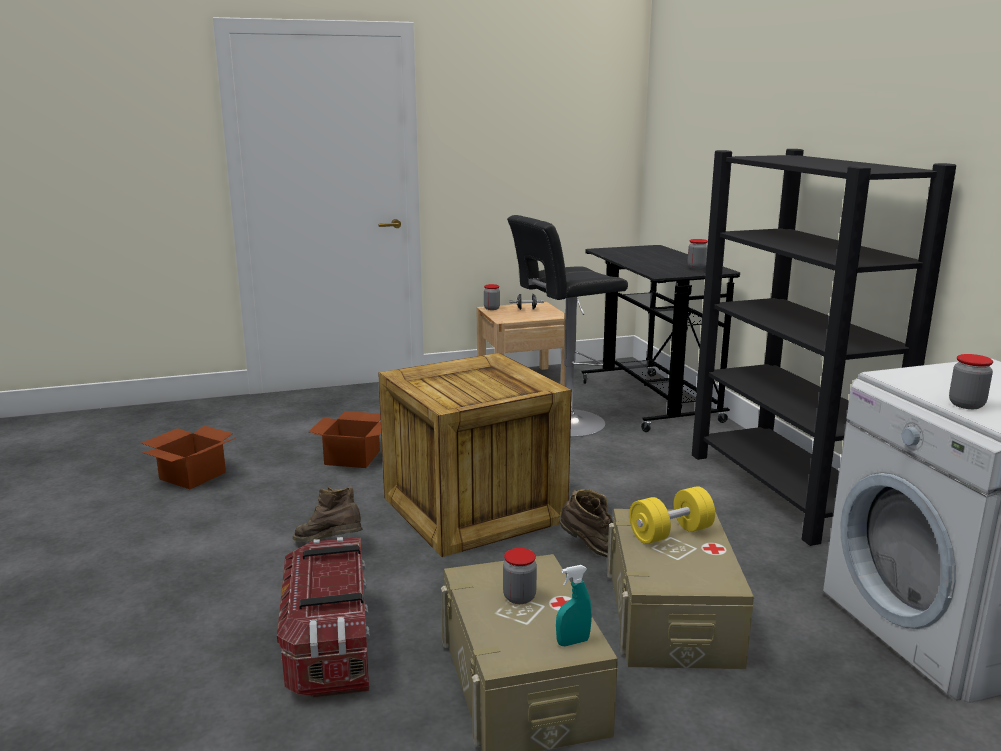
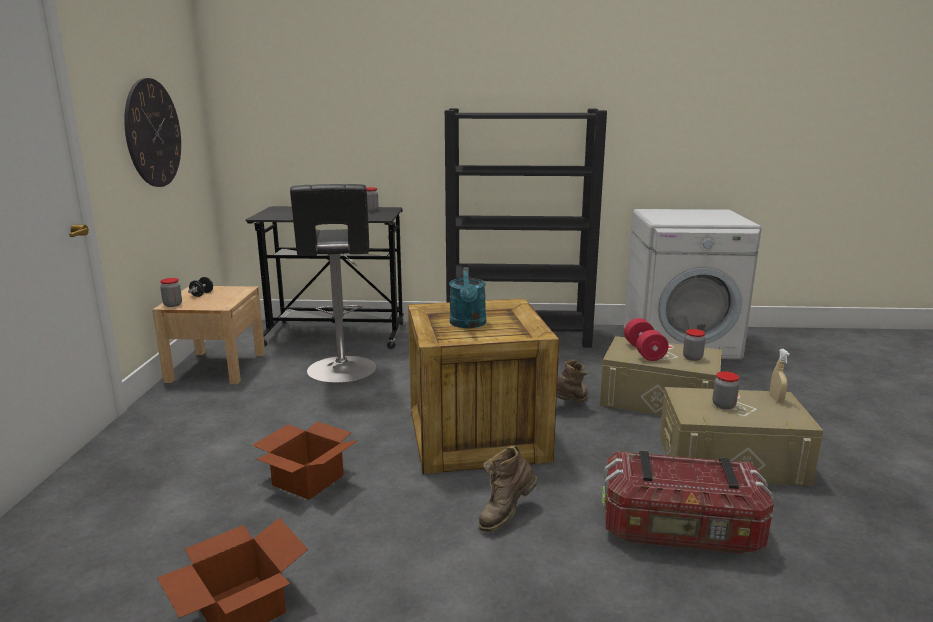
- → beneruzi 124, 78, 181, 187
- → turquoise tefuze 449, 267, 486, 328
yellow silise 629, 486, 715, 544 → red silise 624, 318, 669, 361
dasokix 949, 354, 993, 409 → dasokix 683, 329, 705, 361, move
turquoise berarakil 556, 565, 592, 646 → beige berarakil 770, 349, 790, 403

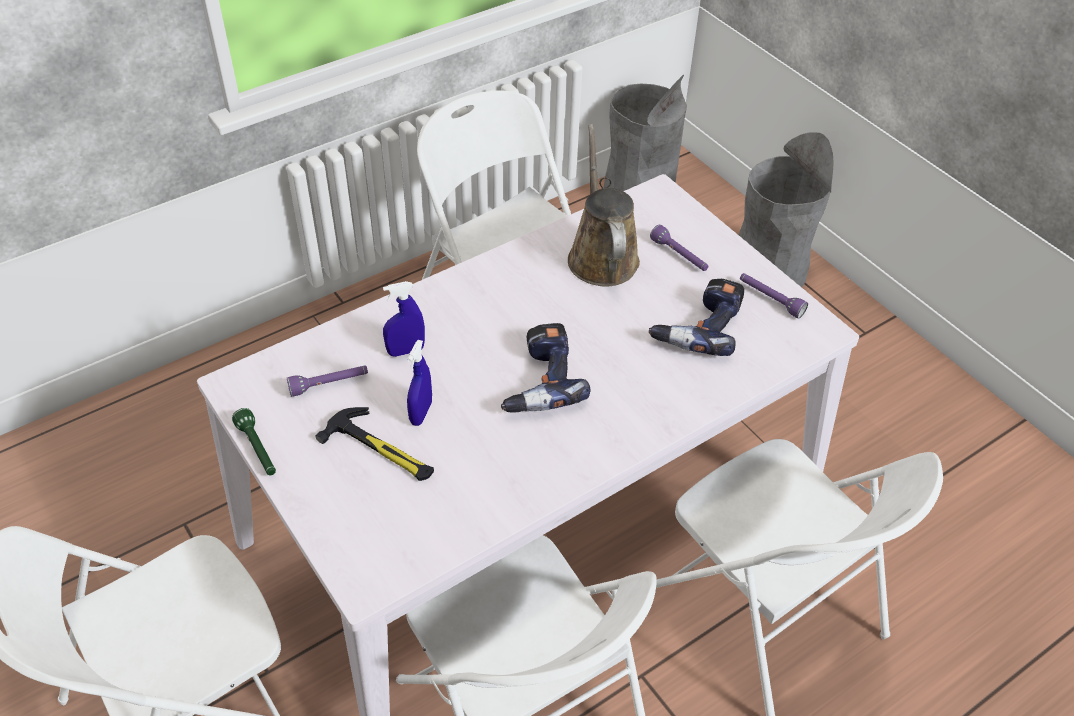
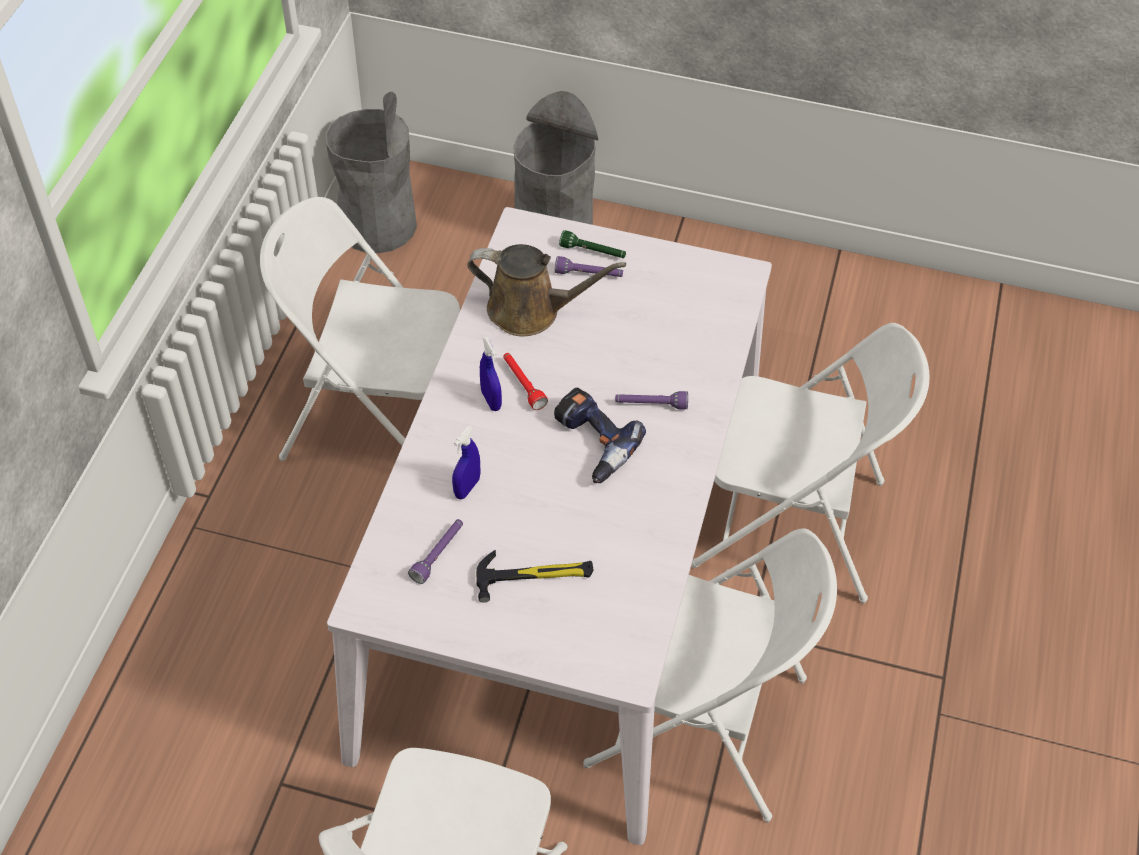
brown tefuze 568, 124, 640, 287 → brown tefuze 467, 244, 626, 336, 150 degrees clockwise
blue berarakil 407, 340, 432, 426 → blue berarakil 480, 337, 502, 411, move
- → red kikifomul 503, 353, 548, 410
green kikifomul 232, 408, 276, 476 → green kikifomul 559, 230, 626, 258, move
purple kikifomul 740, 273, 808, 318 → purple kikifomul 615, 391, 688, 410, move
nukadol 649, 279, 744, 356 → -

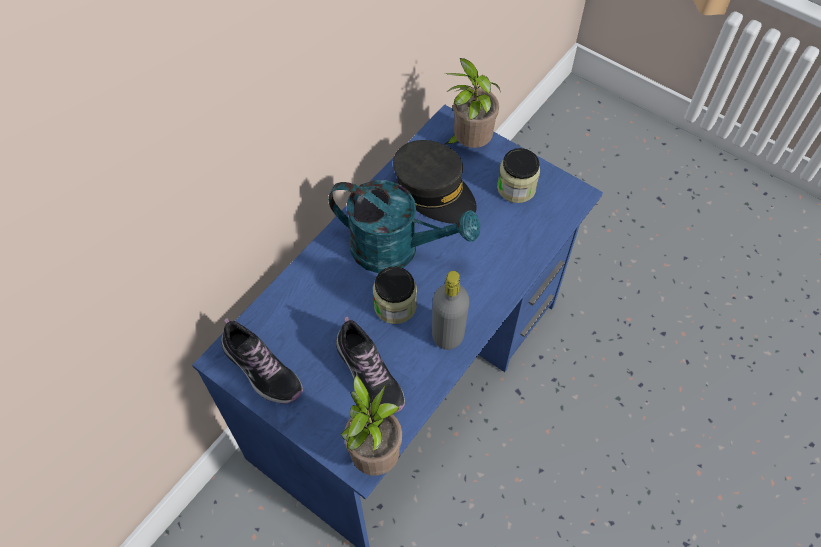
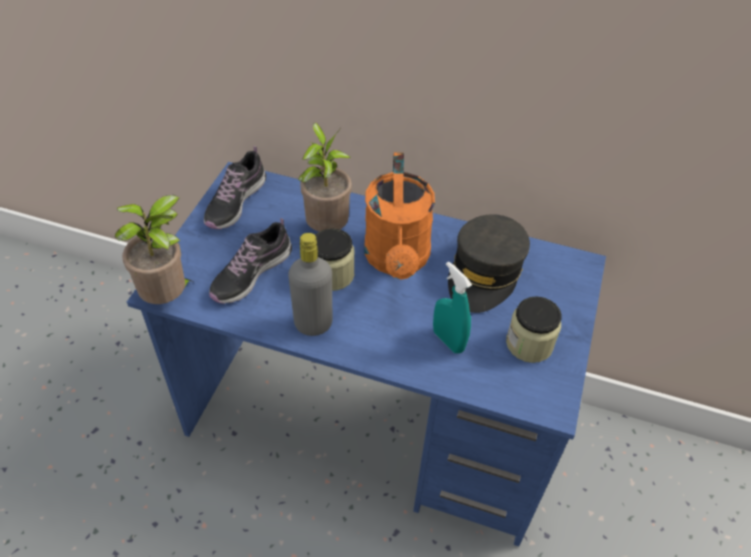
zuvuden 445, 58, 500, 148 → zuvuden 298, 123, 352, 232, move
turquoise tefuze 328, 180, 480, 273 → orange tefuze 364, 152, 435, 280
- → turquoise berarakil 433, 261, 472, 353

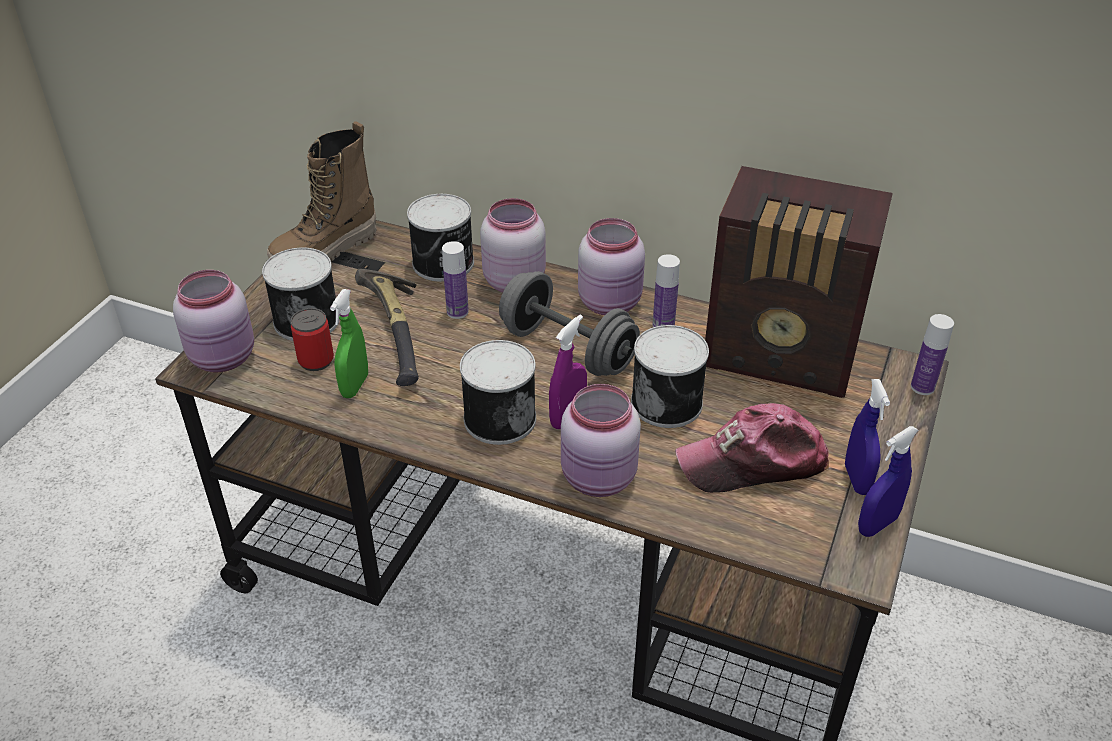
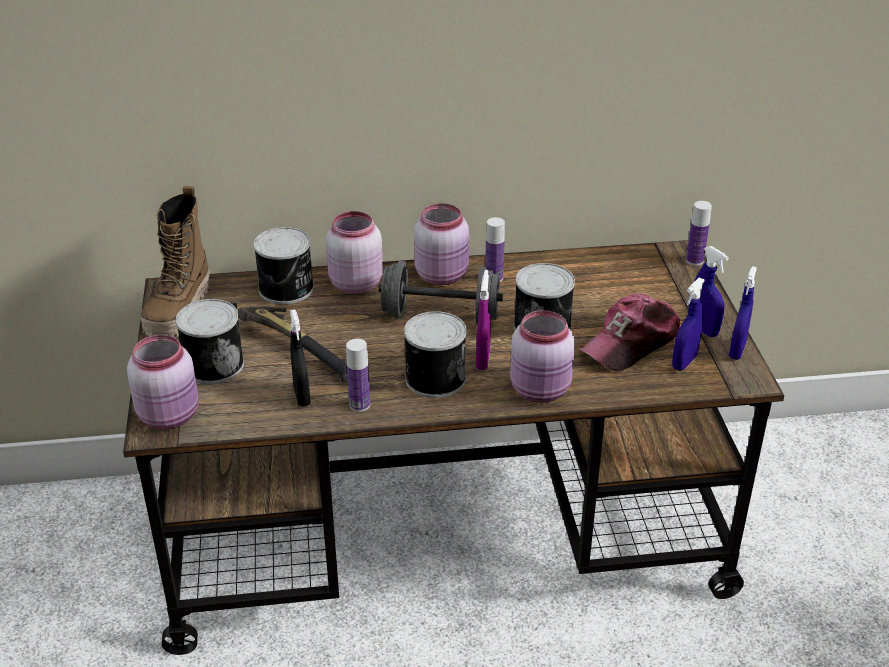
green berarakil 330, 289, 368, 398 → black berarakil 290, 309, 311, 407
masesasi 442, 241, 469, 319 → masesasi 346, 339, 370, 412, move
- → blue berarakil 672, 278, 705, 371
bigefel 291, 308, 334, 371 → -
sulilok 705, 166, 893, 398 → -

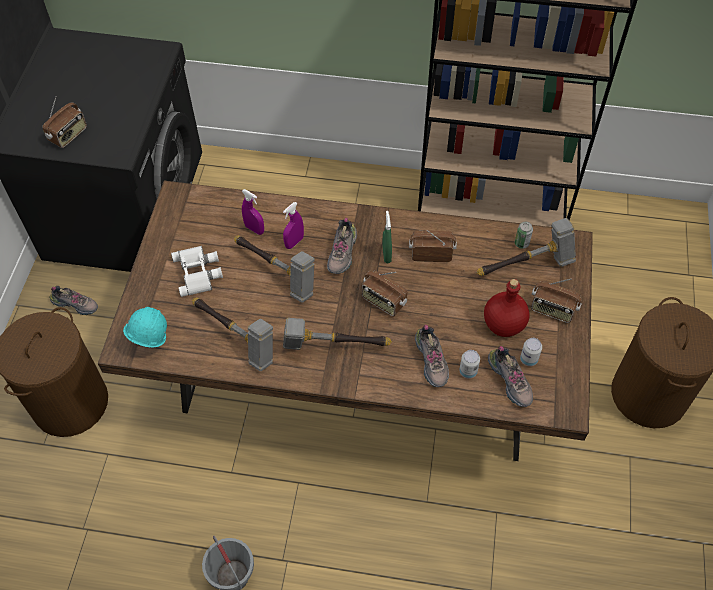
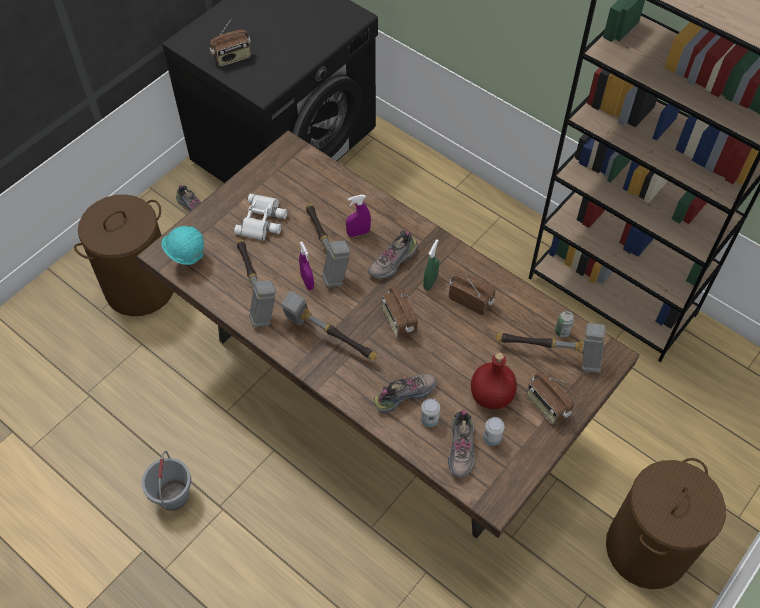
purple berarakil 242, 189, 264, 235 → purple berarakil 299, 241, 314, 290, move
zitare 415, 325, 449, 387 → zitare 373, 374, 437, 413, 135 degrees counterclockwise

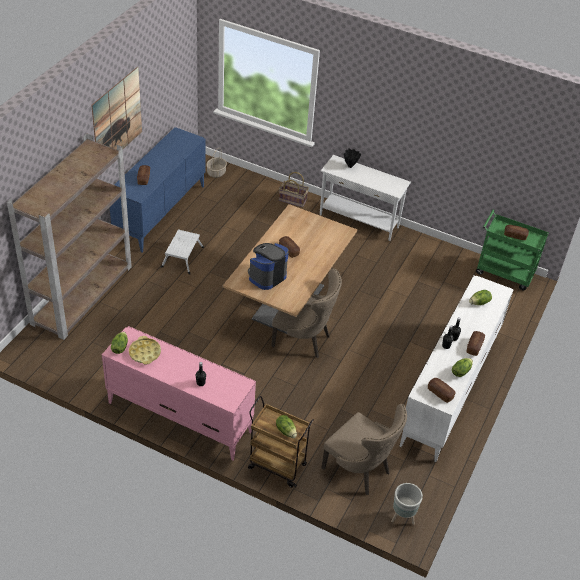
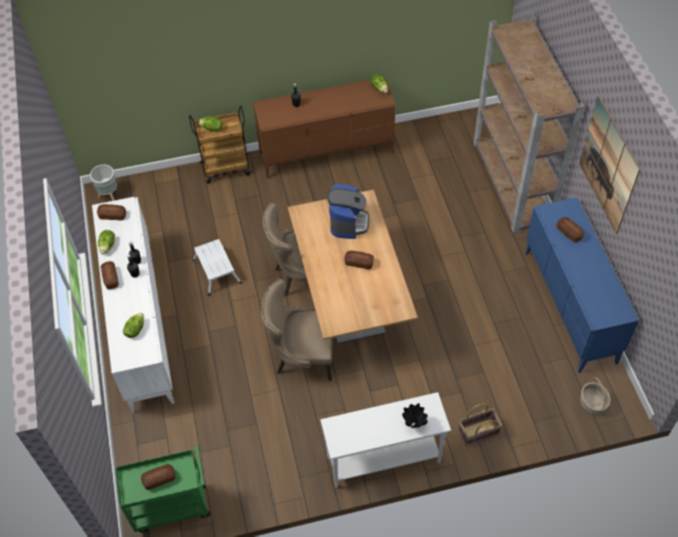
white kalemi 161, 229, 204, 275 → white kalemi 192, 239, 242, 296, move
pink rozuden 102, 326, 256, 460 → brown rozuden 253, 77, 396, 179
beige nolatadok 322, 404, 407, 495 → beige nolatadok 261, 279, 333, 381, move
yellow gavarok 129, 336, 161, 364 → -

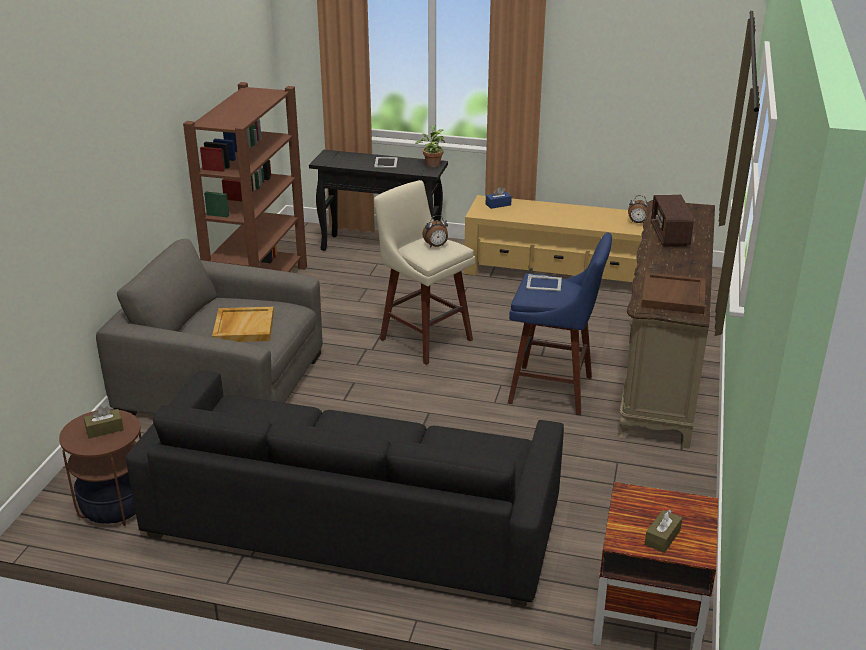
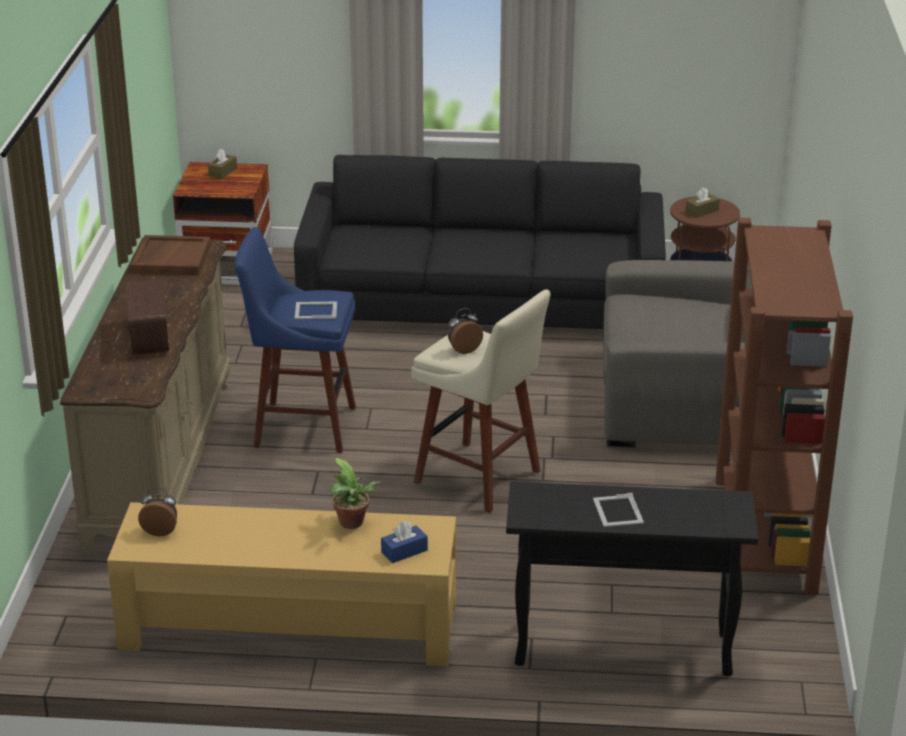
zuvuden 415, 125, 445, 167 → zuvuden 330, 458, 381, 529, move
beige gavarok 212, 307, 274, 342 → -

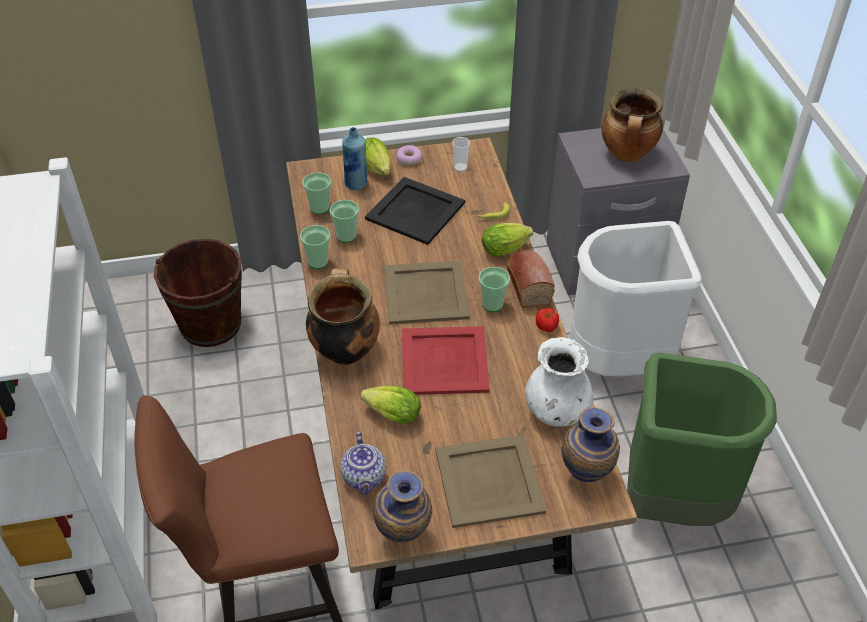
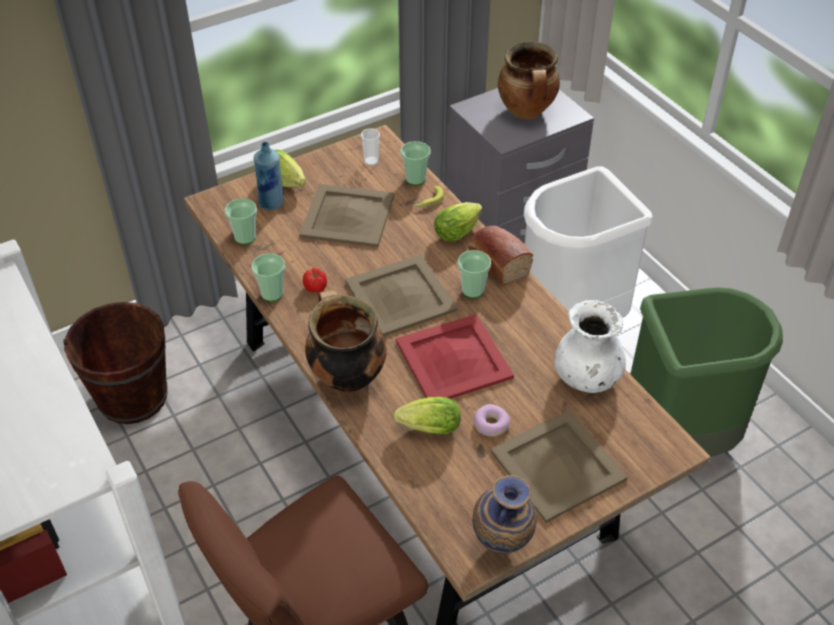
black gavarok 365, 177, 465, 245 → beige gavarok 299, 184, 394, 247
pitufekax 536, 308, 559, 332 → pitufekax 303, 268, 327, 293, move
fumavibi 329, 200, 359, 243 → fumavibi 401, 141, 431, 185, move
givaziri 396, 145, 423, 166 → givaziri 474, 404, 510, 437, move
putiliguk 340, 431, 386, 495 → -
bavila 562, 407, 620, 482 → -

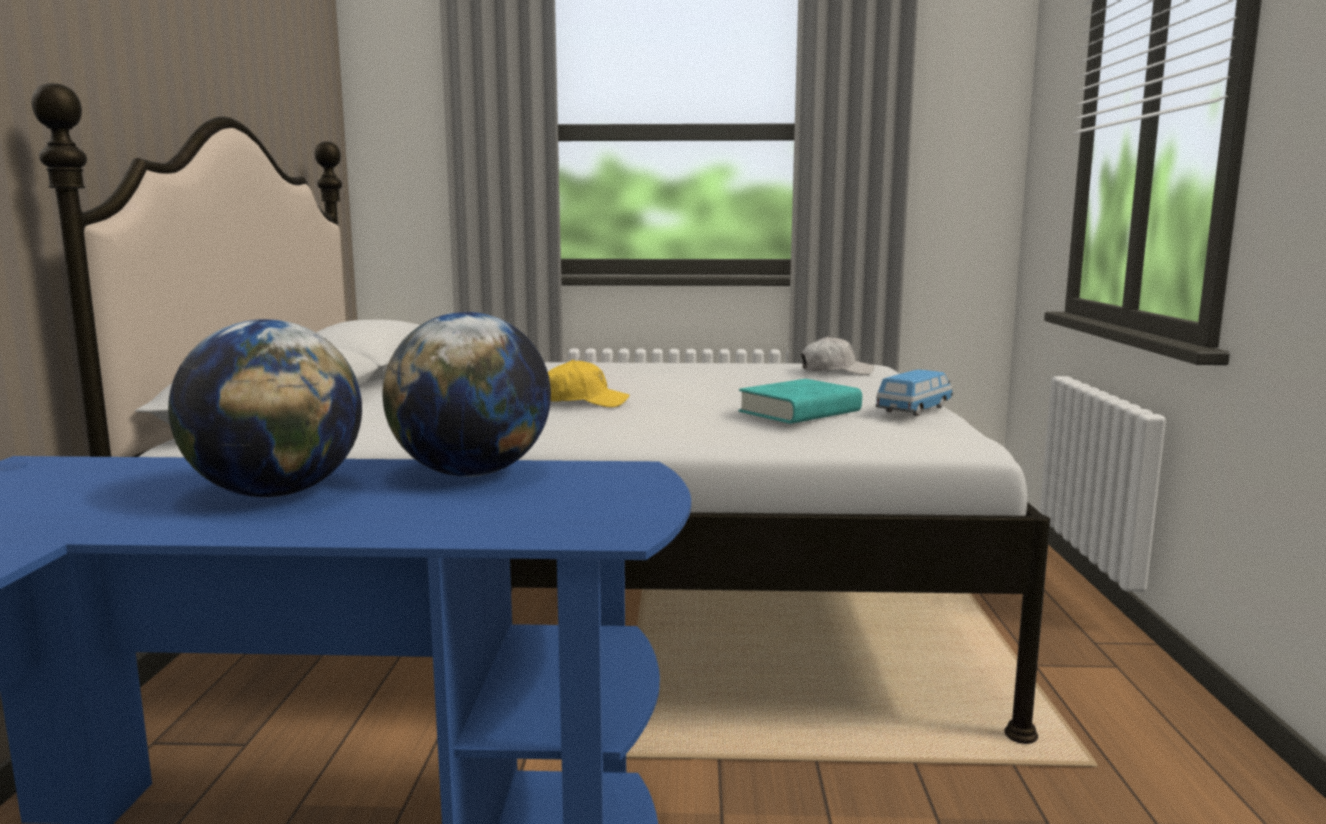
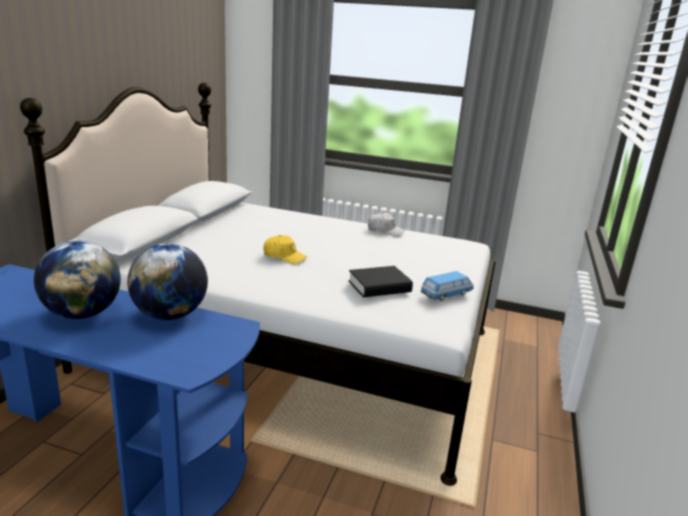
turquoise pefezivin 739, 379, 862, 424 → black pefezivin 348, 266, 413, 297
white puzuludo 801, 336, 874, 375 → white puzuludo 368, 213, 405, 237, move

